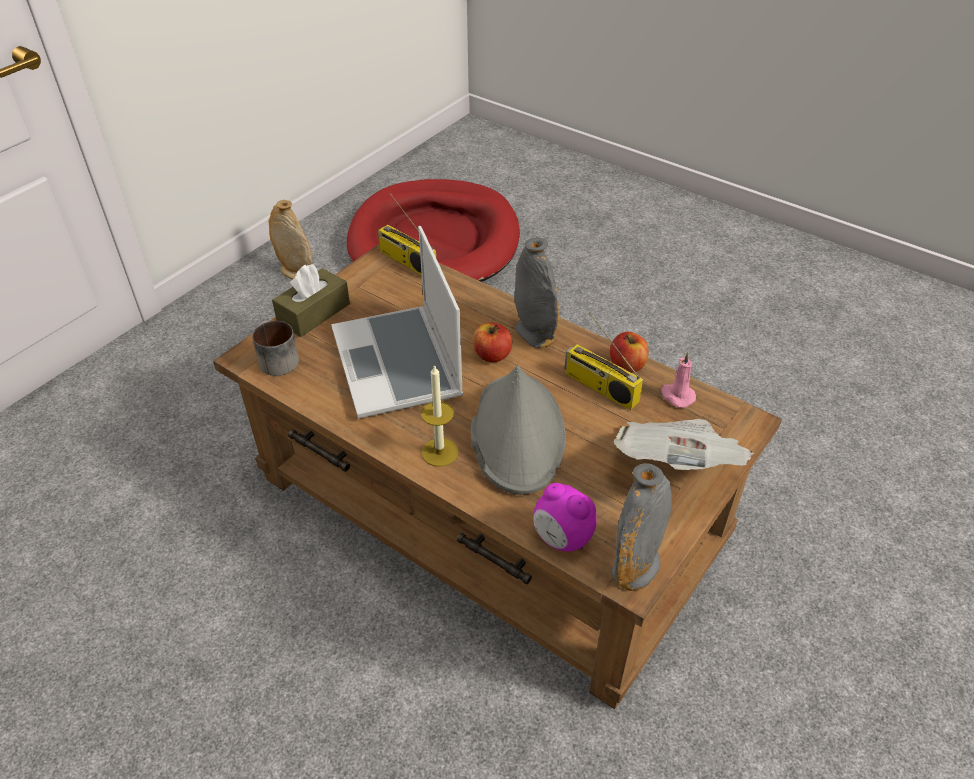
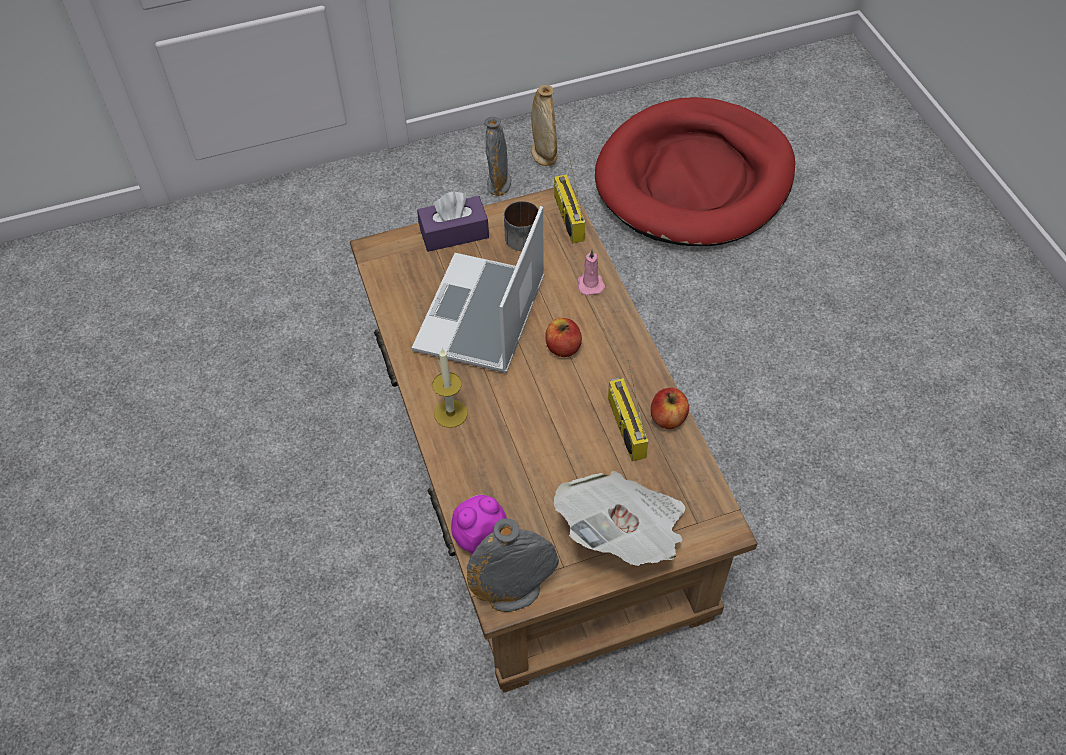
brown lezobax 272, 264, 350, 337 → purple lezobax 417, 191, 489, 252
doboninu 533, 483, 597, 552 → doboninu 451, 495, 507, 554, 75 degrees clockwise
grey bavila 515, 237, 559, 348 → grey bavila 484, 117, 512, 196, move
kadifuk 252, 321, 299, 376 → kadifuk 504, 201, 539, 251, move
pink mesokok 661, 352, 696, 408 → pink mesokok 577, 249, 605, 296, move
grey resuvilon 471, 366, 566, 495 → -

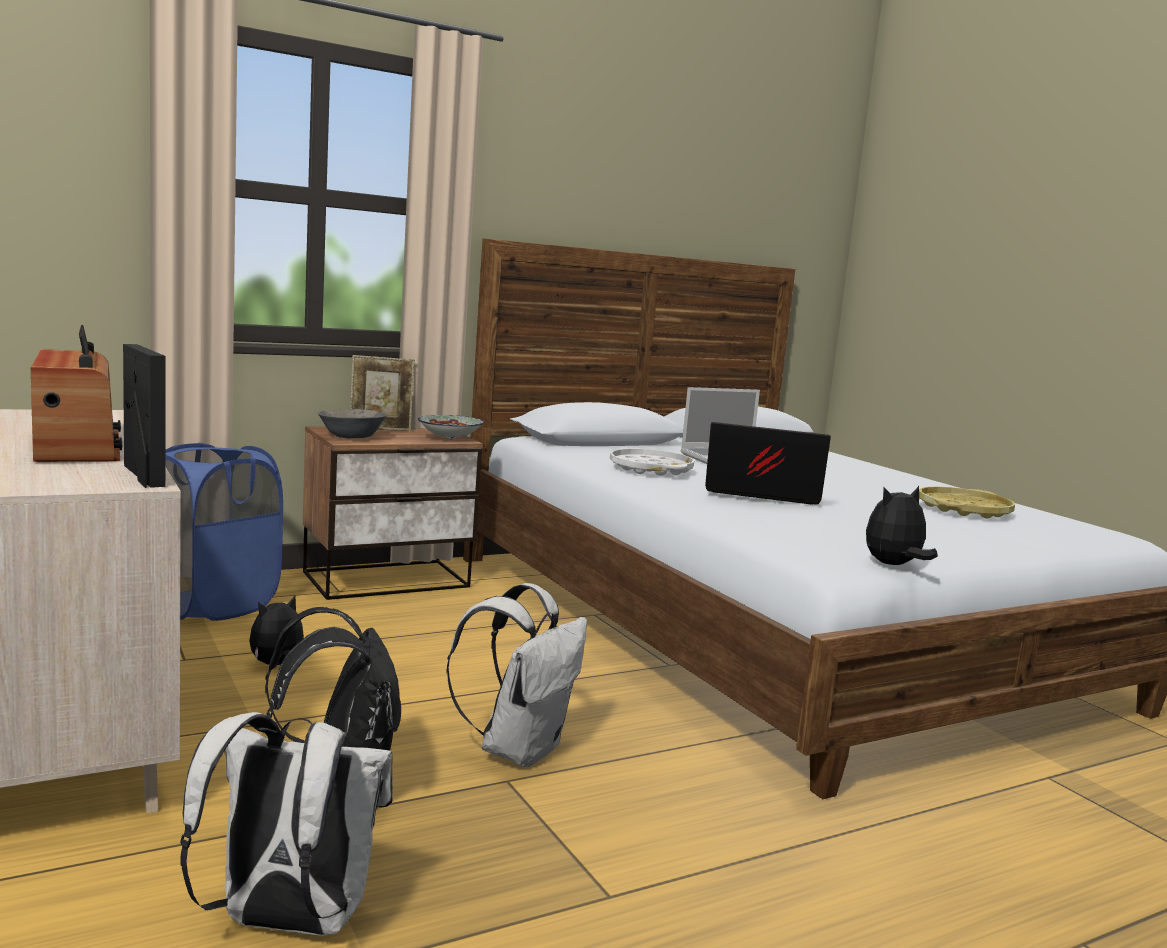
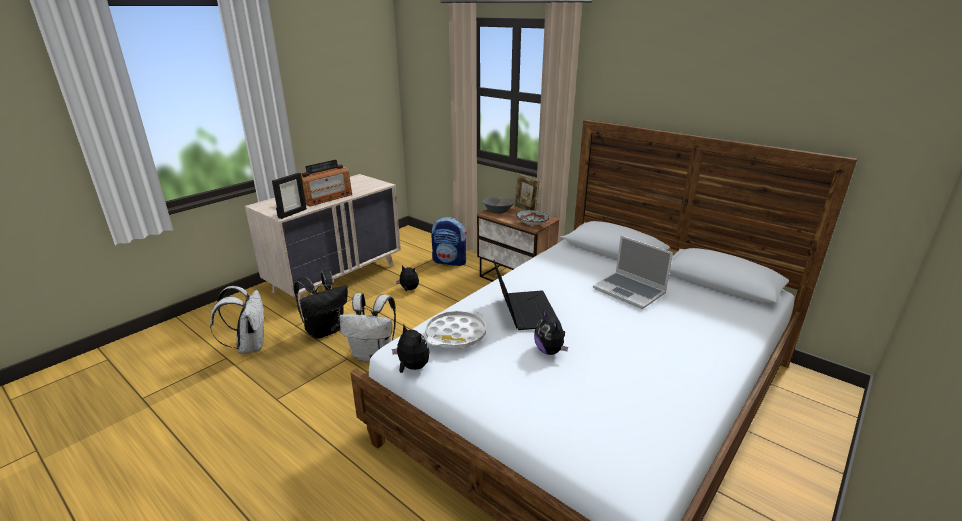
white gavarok 610, 447, 695, 476 → white gavarok 425, 311, 486, 349, move
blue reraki 166, 443, 283, 621 → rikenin 432, 217, 467, 266
- → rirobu 534, 309, 568, 355
yellow gavarok 919, 487, 1015, 519 → -

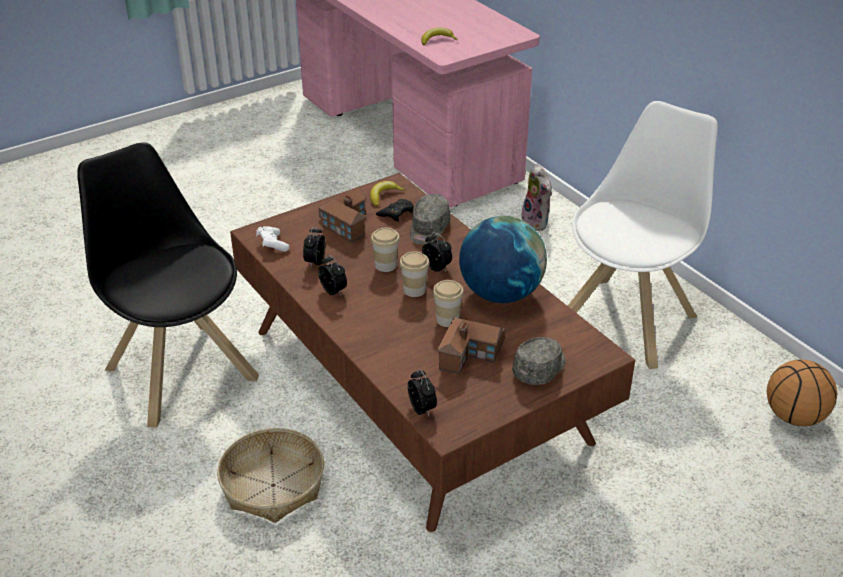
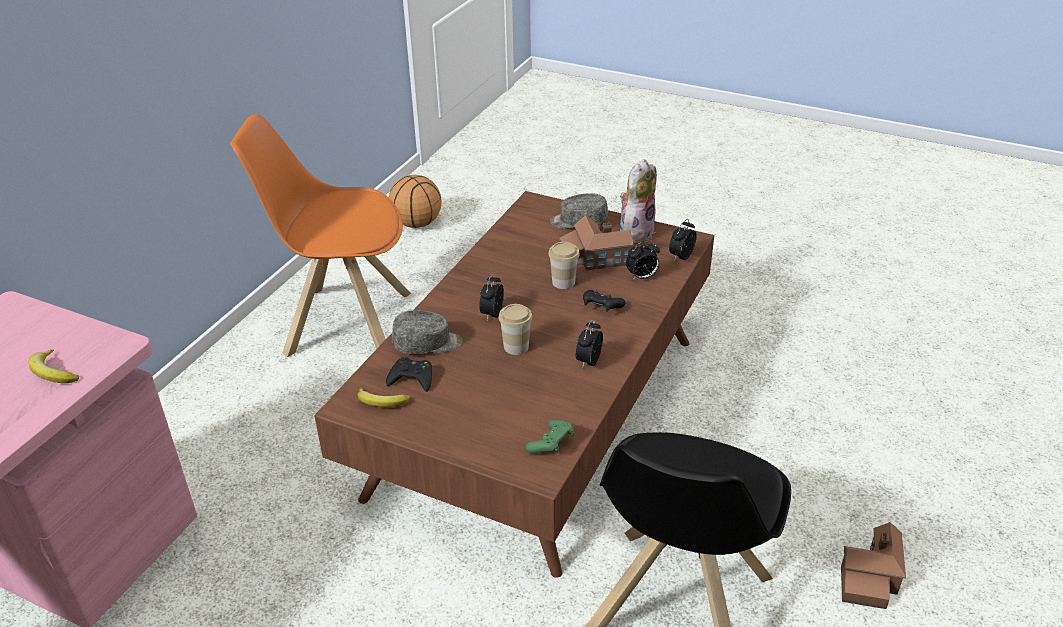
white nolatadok 568, 101, 718, 369 → orange nolatadok 230, 114, 411, 357
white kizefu 256, 226, 290, 252 → green kizefu 525, 419, 574, 454
- → black kizefu 583, 290, 625, 312
rirobu 521, 164, 552, 231 → rirobu 620, 159, 657, 244, move
doboninu 303, 226, 325, 268 → doboninu 626, 241, 660, 280, move
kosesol 319, 186, 367, 243 → kosesol 841, 522, 906, 609, move
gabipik 217, 428, 324, 523 → -
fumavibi 399, 251, 430, 297 → -
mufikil 459, 216, 547, 303 → -

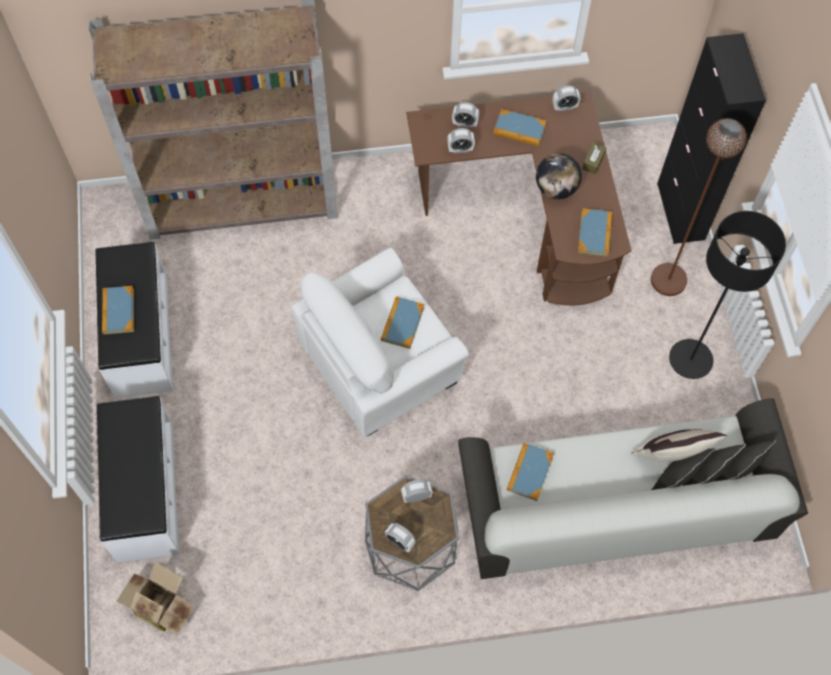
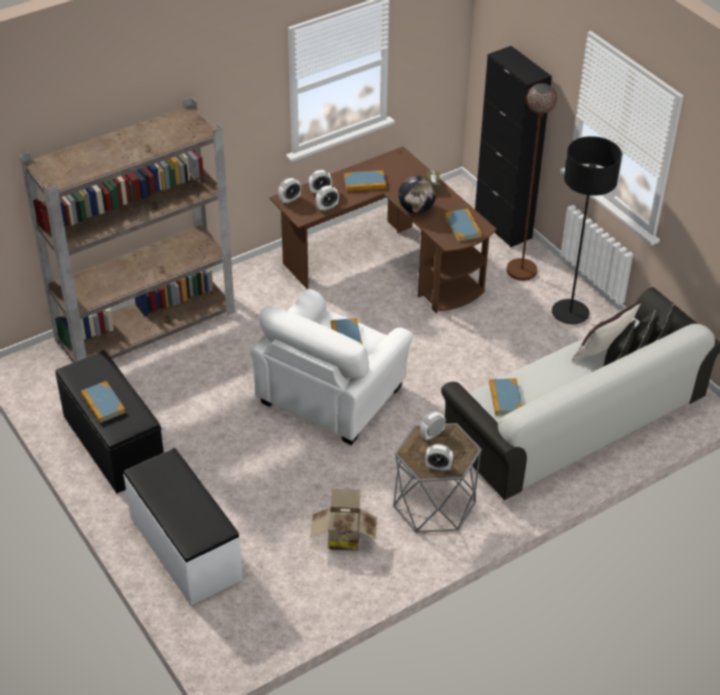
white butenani 96, 242, 173, 398 → black butenani 55, 350, 164, 493
doboninu 553, 85, 580, 112 → doboninu 278, 178, 301, 204, move
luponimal 116, 562, 195, 635 → luponimal 311, 489, 377, 551, move

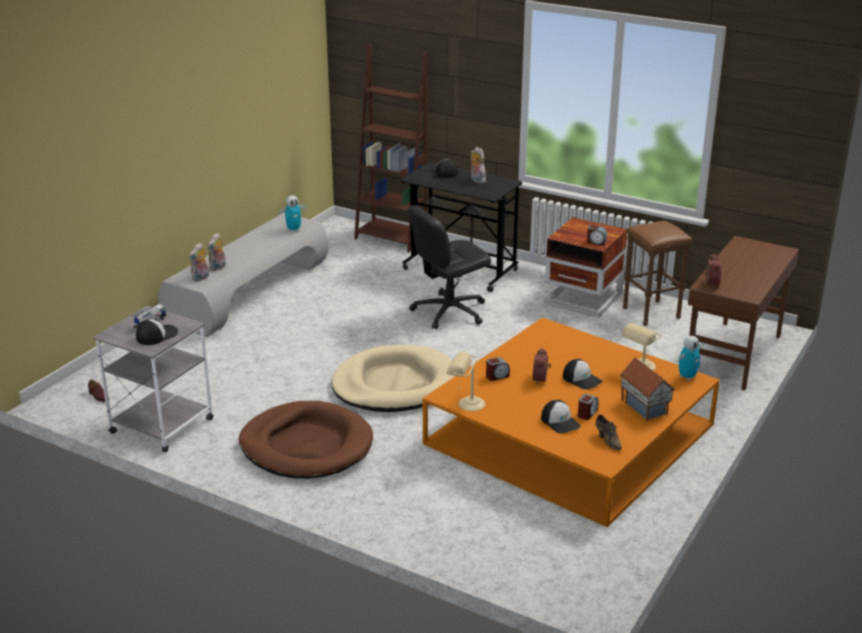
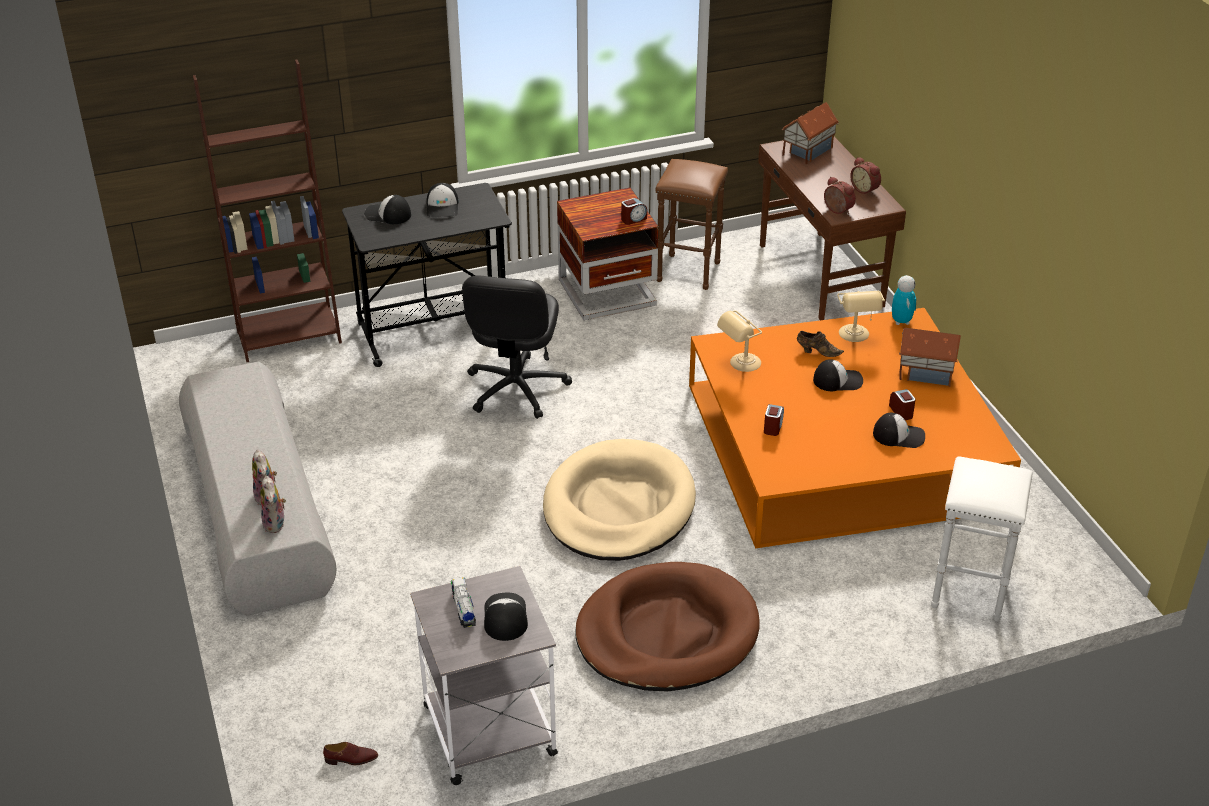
rirobu 471, 147, 486, 183 → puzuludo 427, 183, 459, 217
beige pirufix 447, 351, 485, 411 → beige pirufix 717, 311, 762, 372, move
- → kosesol 782, 102, 839, 164
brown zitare 595, 415, 622, 450 → brown zitare 797, 331, 844, 357, move
doboninu 533, 348, 551, 384 → doboninu 850, 157, 881, 196, move
- → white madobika 931, 456, 1032, 622
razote 278, 195, 308, 232 → -

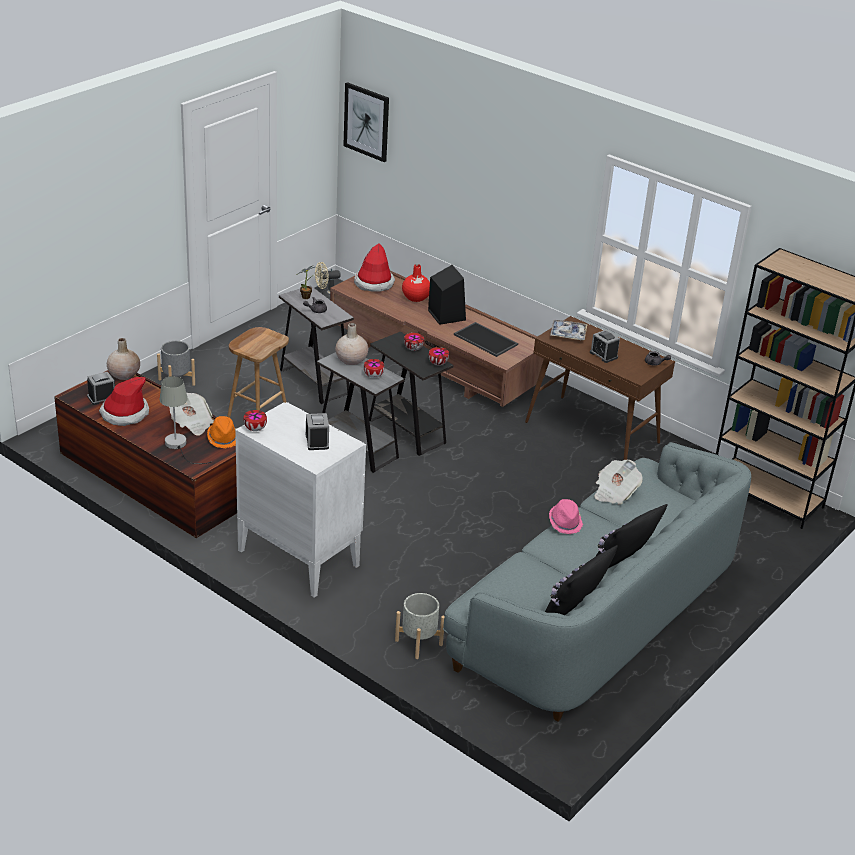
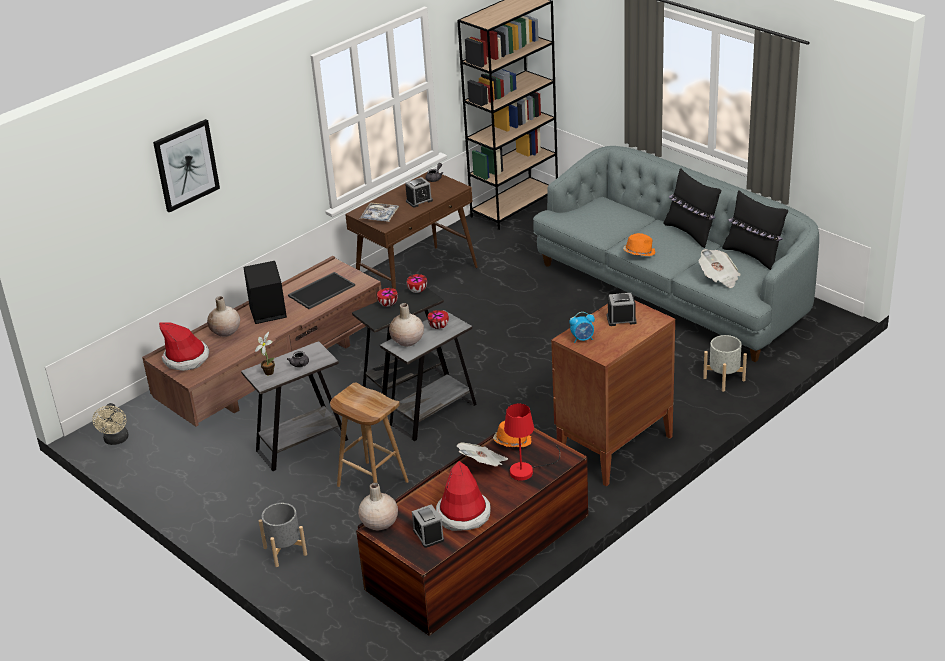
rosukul 344, 82, 389, 162 → rosukul 153, 119, 220, 213, move
red bavila 402, 264, 430, 302 → beige bavila 207, 296, 240, 337
grey pirufix 160, 376, 212, 464 → red pirufix 504, 403, 560, 481
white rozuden 235, 402, 366, 598 → brown rozuden 551, 301, 675, 486
- → doboninu 569, 312, 595, 343
pink resuvilon 549, 499, 583, 534 → orange resuvilon 623, 233, 656, 256
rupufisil 594, 460, 642, 504 → rupufisil 699, 249, 740, 288, move
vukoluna 243, 410, 267, 431 → -

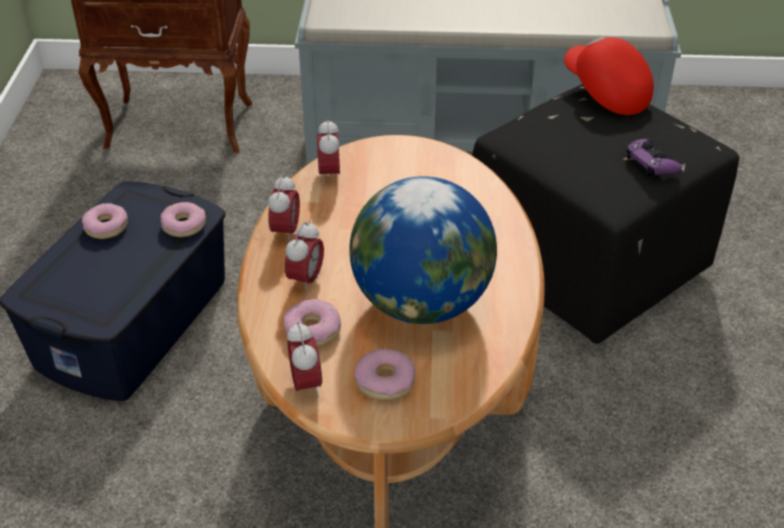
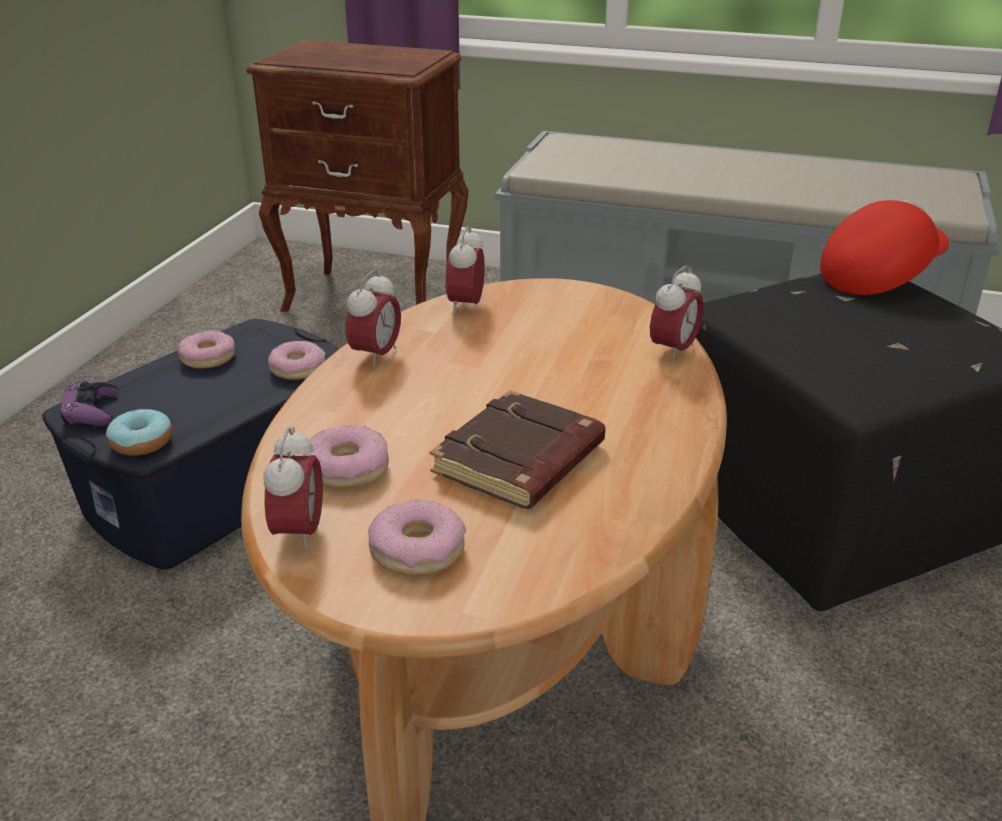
purple kizefu 626, 139, 682, 177 → purple kizefu 60, 381, 117, 426, move
- → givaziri 106, 409, 172, 456
mufikil 349, 176, 497, 324 → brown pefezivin 430, 390, 606, 509
doboninu 285, 221, 324, 293 → doboninu 650, 266, 704, 363, move
red puzuludo 564, 36, 654, 115 → red puzuludo 820, 199, 949, 295, 75 degrees clockwise

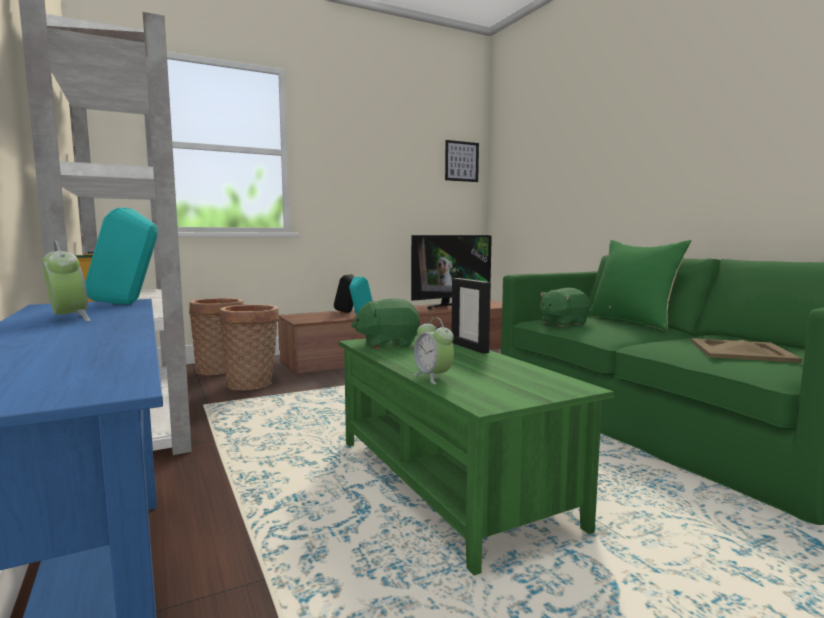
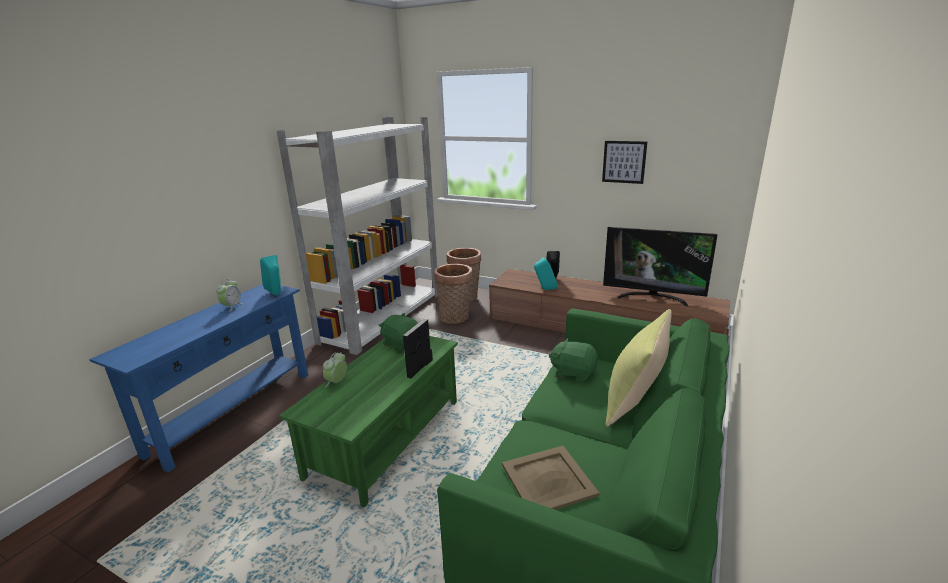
rosukul 445, 140, 479, 182 → rosukul 602, 141, 647, 184, move
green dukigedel 588, 240, 691, 330 → yellow dukigedel 606, 309, 672, 427

